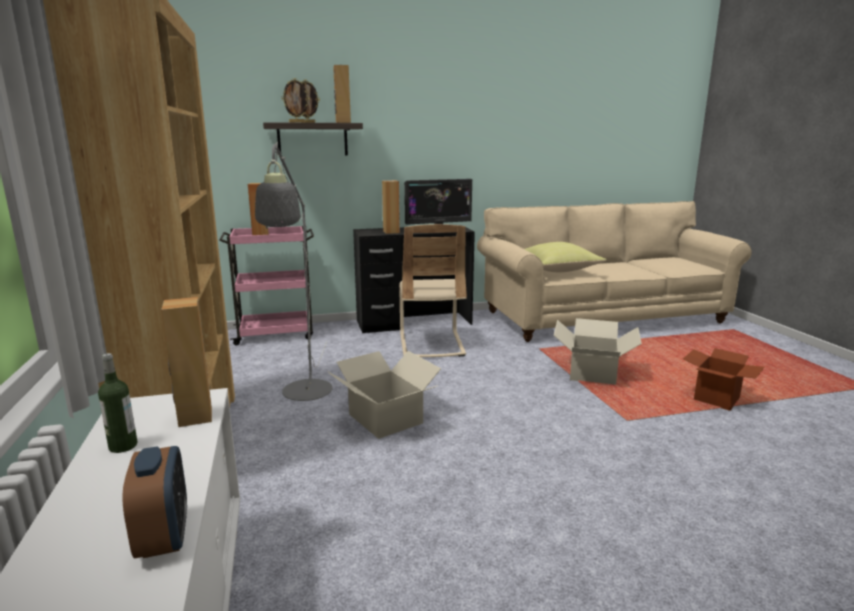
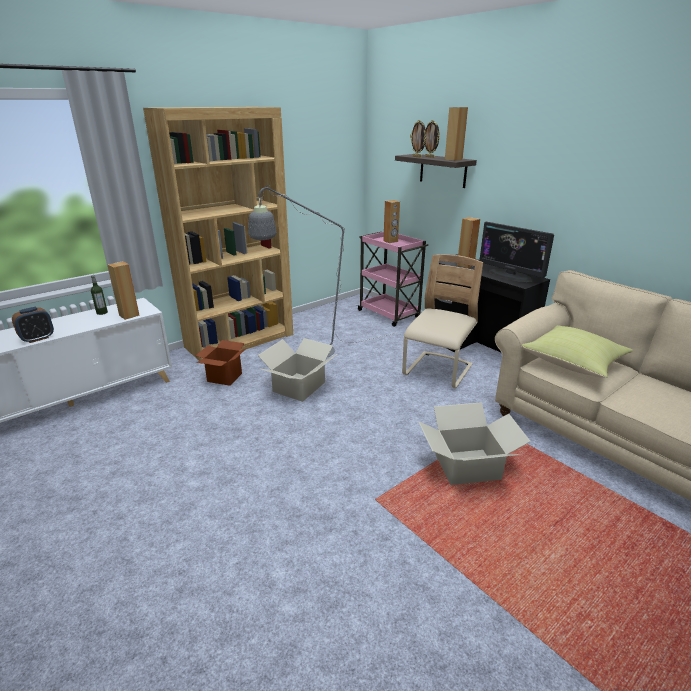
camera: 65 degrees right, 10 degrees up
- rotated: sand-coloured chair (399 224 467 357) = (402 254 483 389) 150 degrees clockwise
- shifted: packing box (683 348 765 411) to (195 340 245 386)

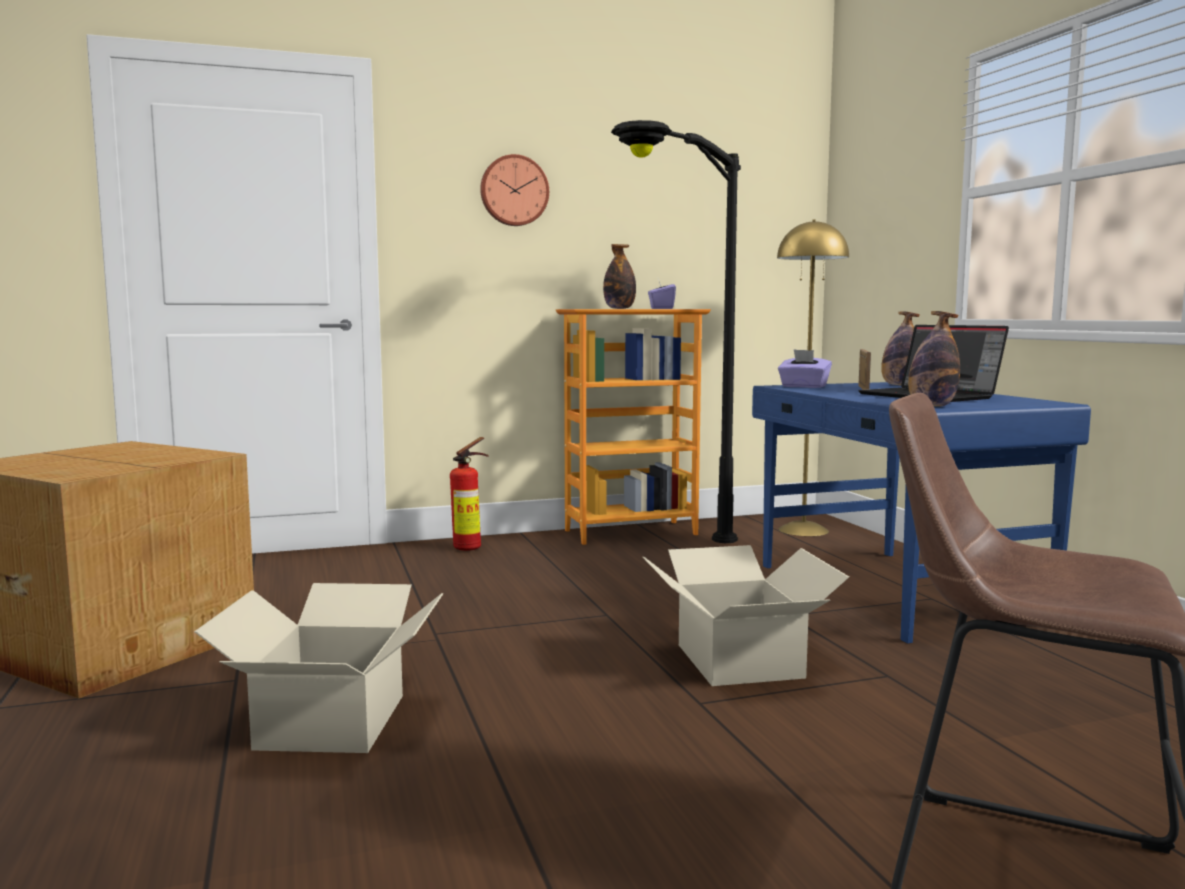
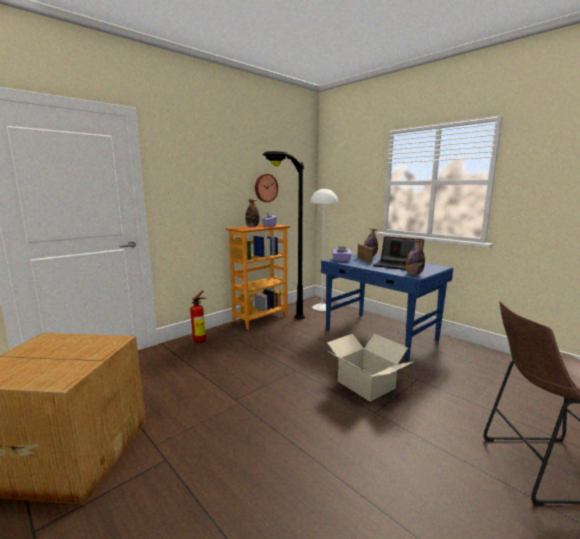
camera: 25 degrees left, 5 degrees up
- shifted: wall clock (480 154 549 226) to (255 174 278 202)
- repainted: yellow-coloured standing lamp (777 219 849 536) to white-coloured standing lamp (310 188 338 311)
- gone: packing box (194 583 444 753)

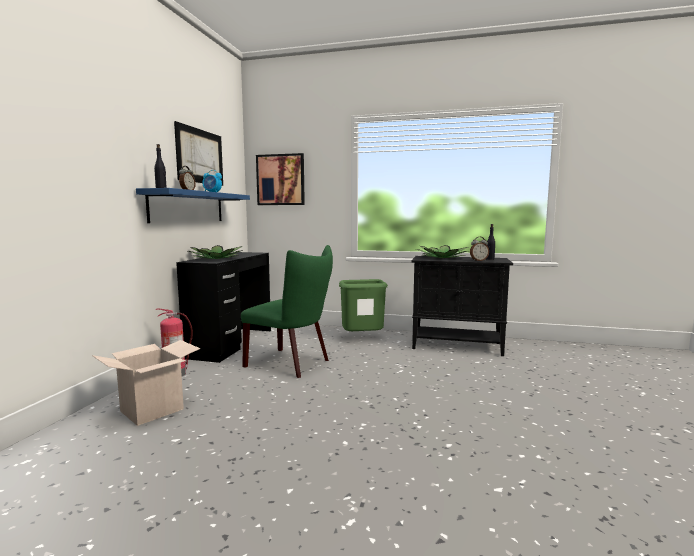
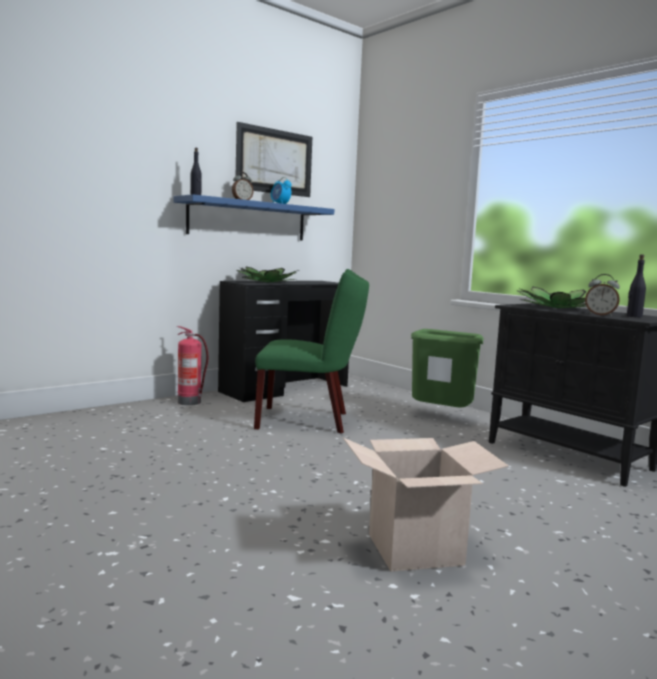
camera: 35 degrees right, 0 degrees up
- gone: wall picture (256 153 305 205)
- rotated: green-coloured chair (241 245 333 378) = (254 269 369 433) 60 degrees counterclockwise
- shifted: packing box (92 340 200 426) to (343 438 509 572)

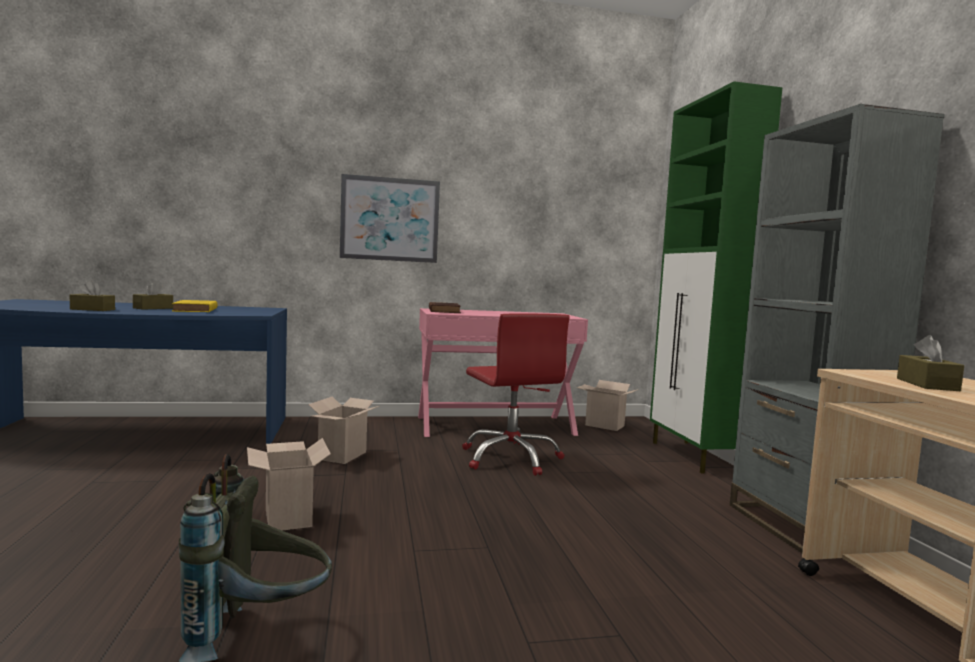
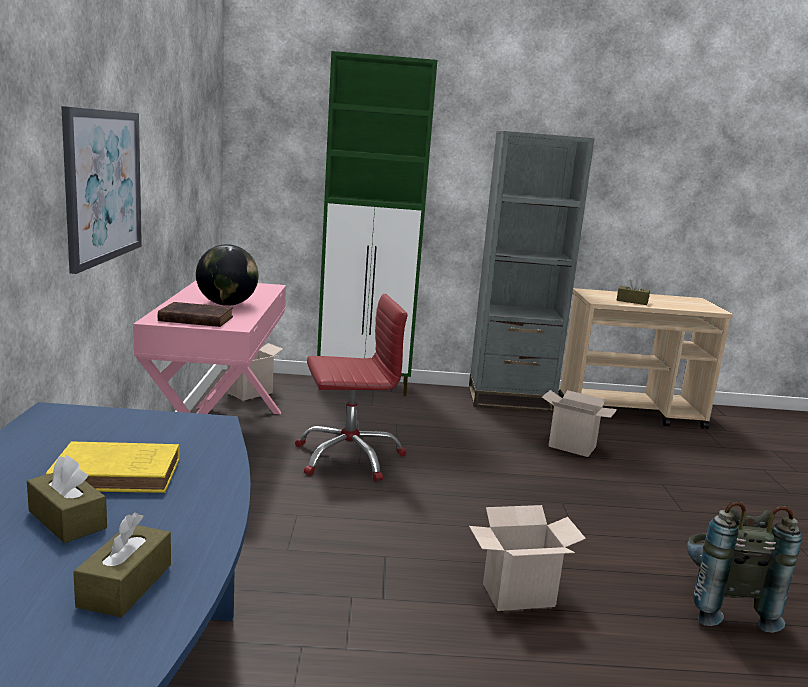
camera: 80 degrees left, 10 degrees up
- shifted: packing box (308 397 379 464) to (542 390 618 457)
- new: world globe (196 244 259 306)

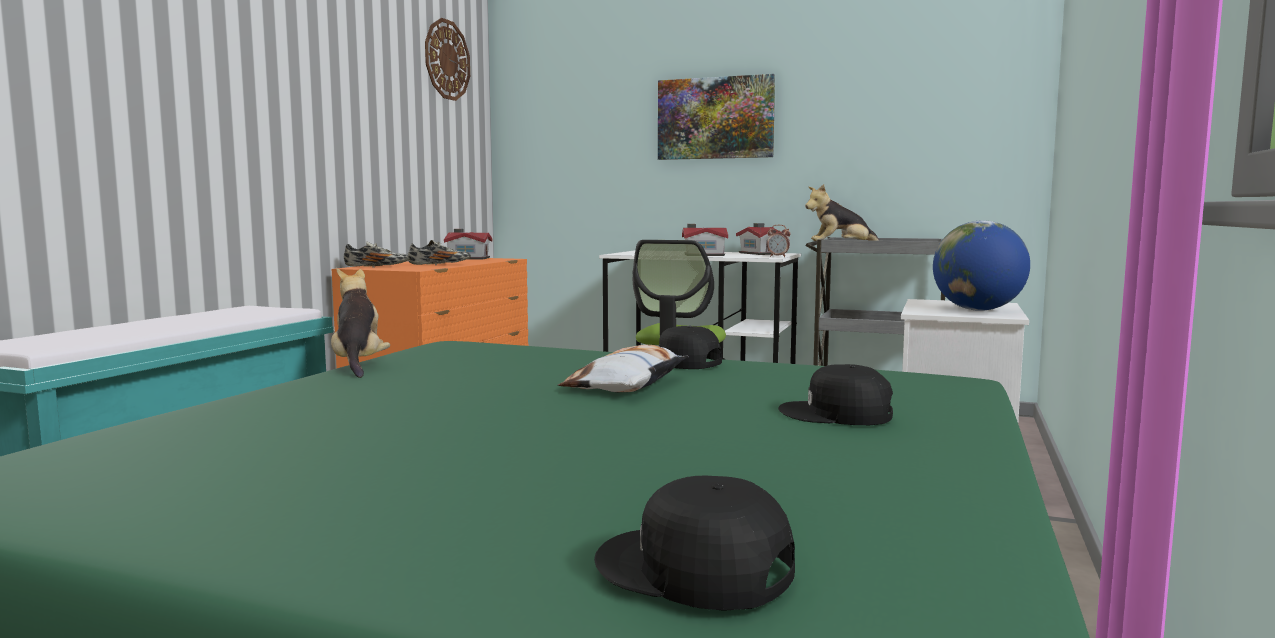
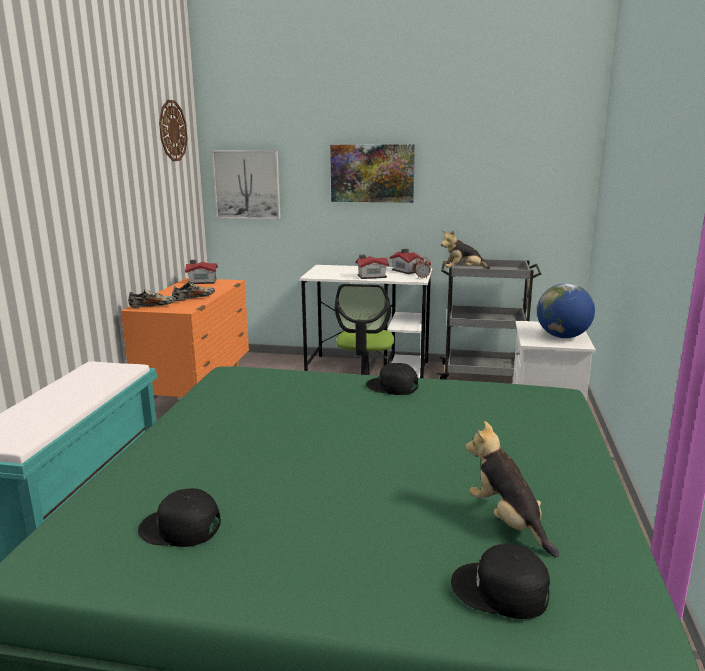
camera: 10 degrees left, 10 degrees up
- shifted: cuddly toy (331 268 390 378) to (466 421 559 557)
- gone: pillow (558 345 689 393)
- shifted: blackish cap (778 364 893 425) to (138 488 221 547)
- new: wall picture (211 150 281 220)

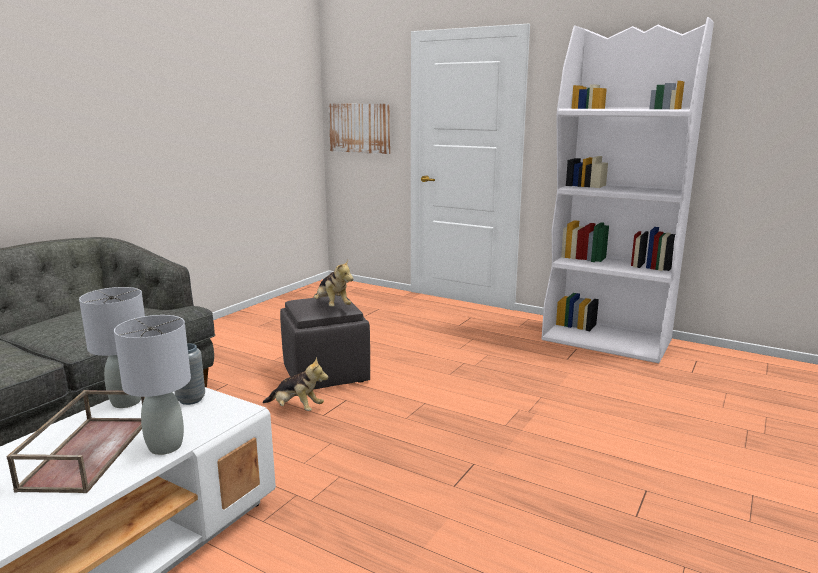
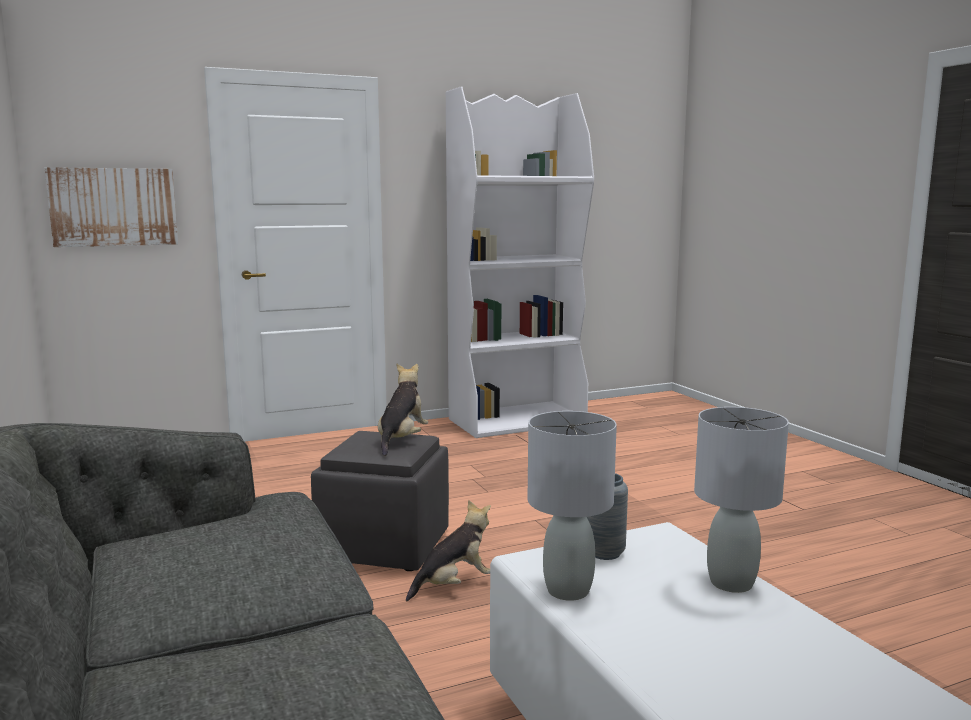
camera: 55 degrees left, 5 degrees down
- rotated: cuddly toy (314 260 354 307) = (378 364 428 456) 75 degrees counterclockwise
- gone: brown-coloured tray (6 390 145 493)

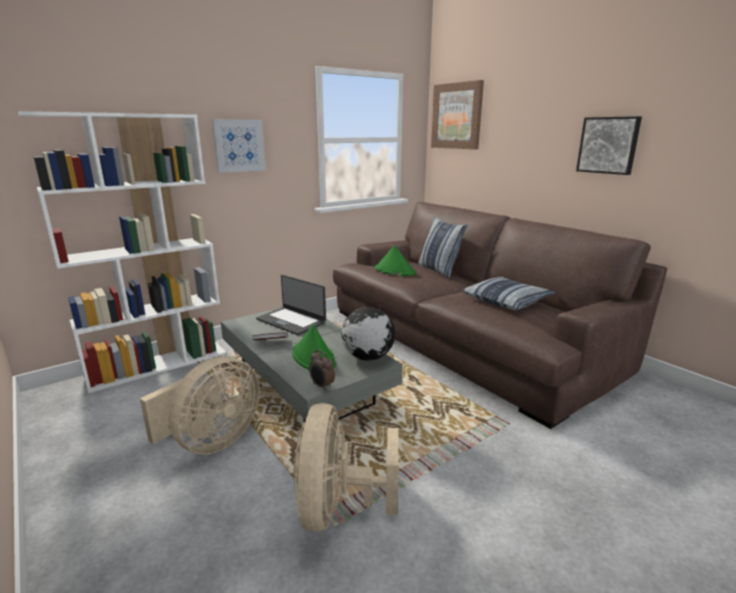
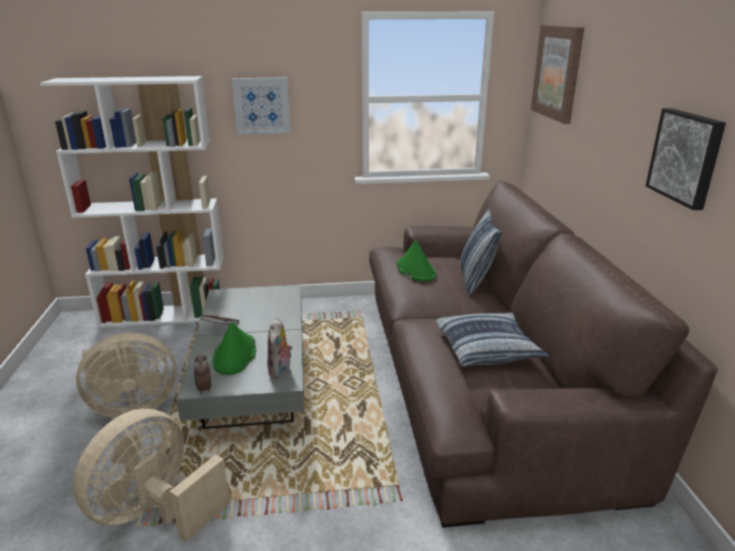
camera: 30 degrees right, 5 degrees up
- gone: portable computer (256 275 326 335)
- swapped: world globe (341 307 395 360) to cuddly toy (267 318 293 378)

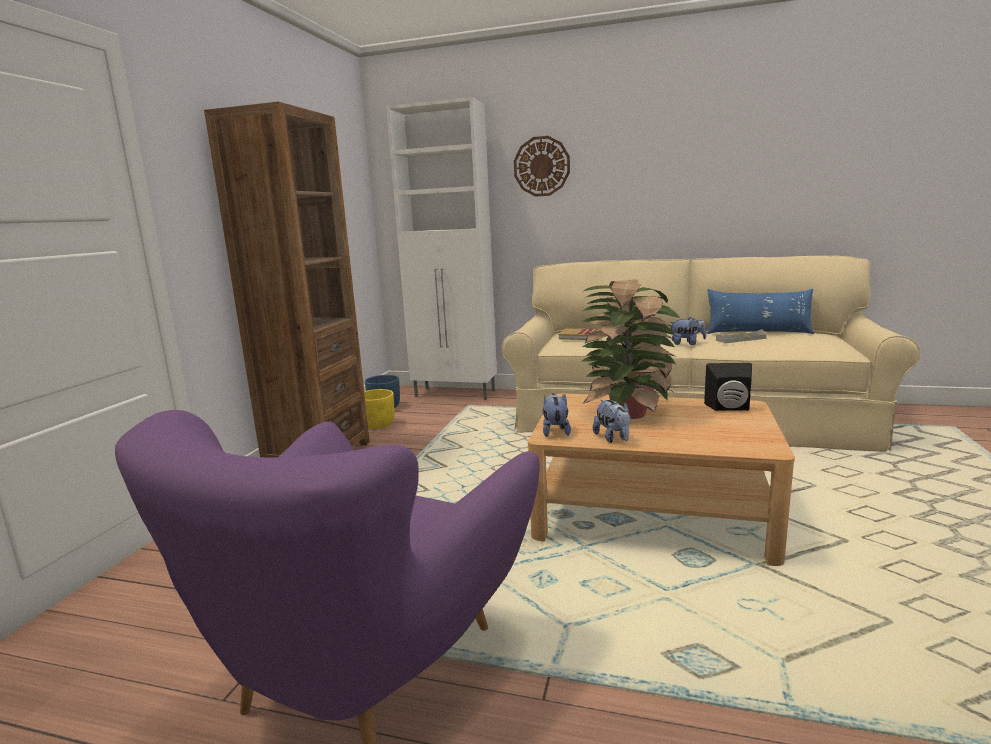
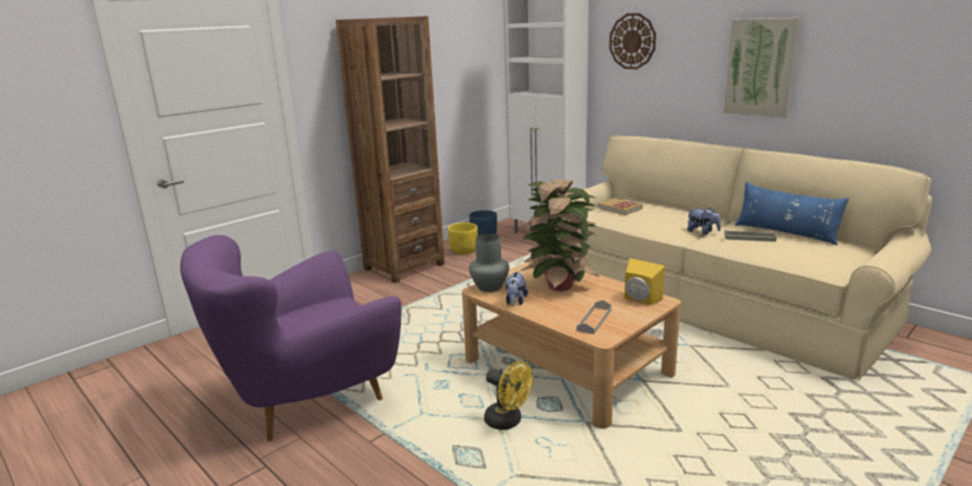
camera: 30 degrees right, 5 degrees up
- repainted: blackish loudspeaker (704 363 752 411) to yellow-coloured loudspeaker (625 258 665 305)
- swapped: cuddly toy (543 393 571 437) to greyish decorative vase (469 234 509 292)
- new: wall picture (724 18 800 118)
- new: greyish tray (577 300 612 334)
- new: yellow-coloured fan (484 361 533 430)

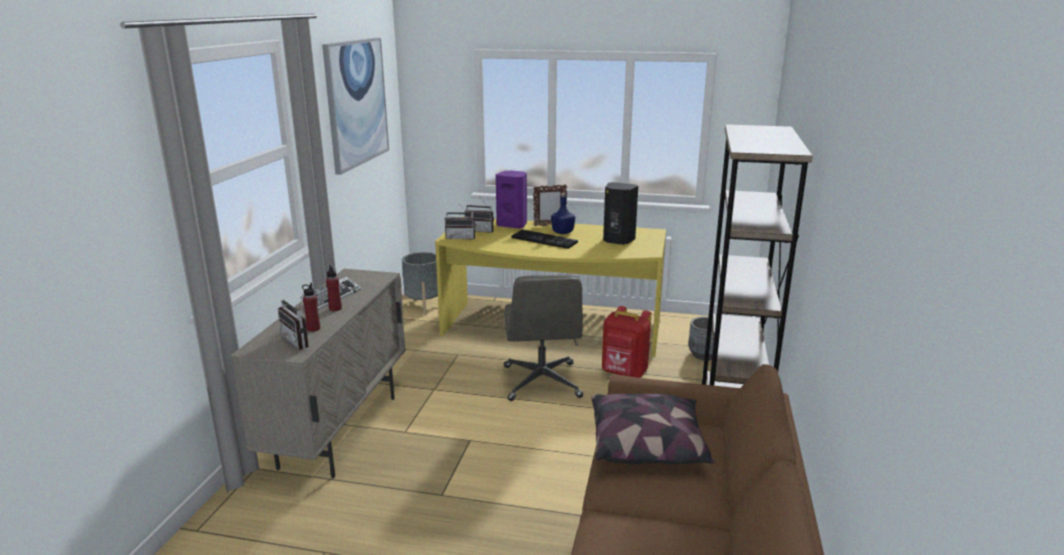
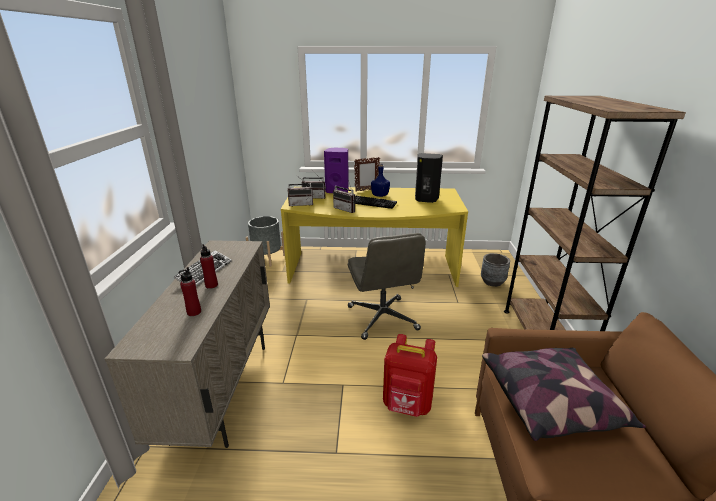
camera: 10 degrees left, 5 degrees up
- gone: wall picture (322 38 389 175)
- shifted: radio set (278 290 309 350) to (333 179 355 213)
- shifted: reddish rucksack (602 306 651 378) to (383 334 437 417)

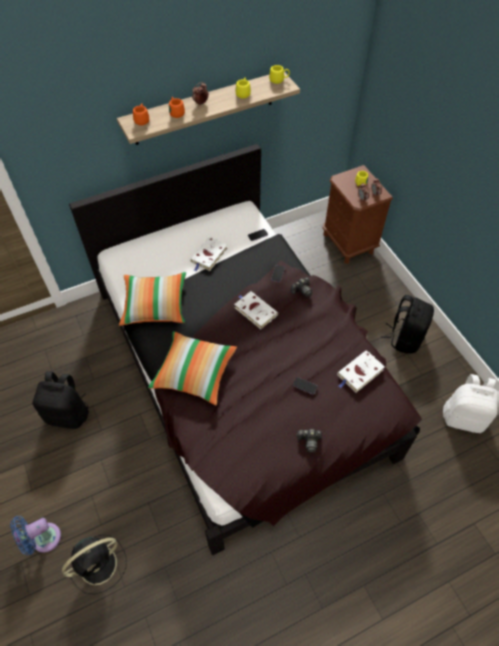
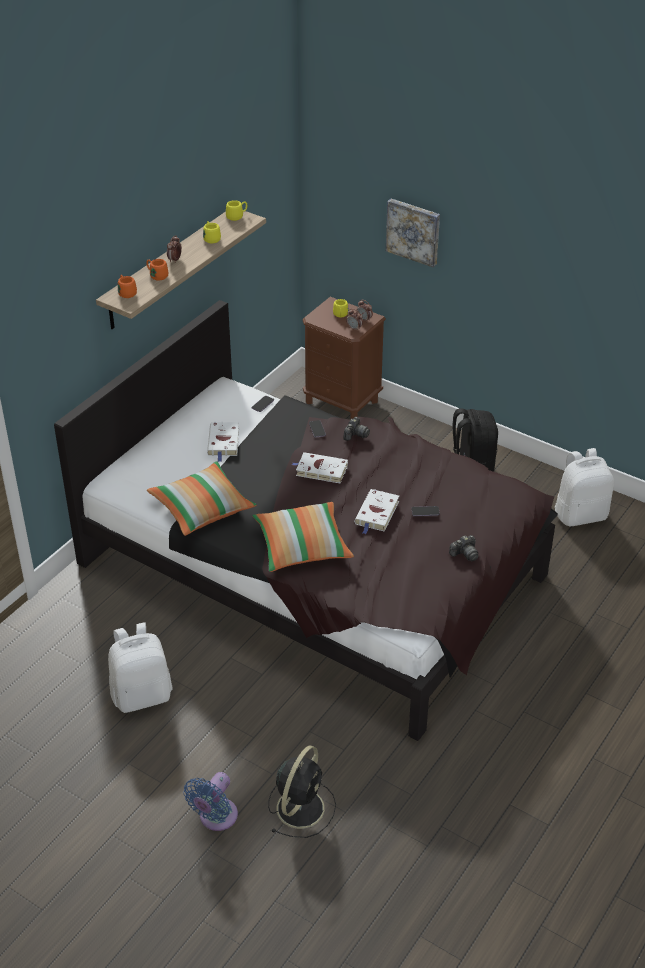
camera: 30 degrees left, 15 degrees down
- shifted: white-coloured bound book (337 350 385 392) to (354 489 399 534)
- repainted: blackish rucksack (32 371 89 429) to white-coloured rucksack (108 622 173 713)
- new: wall picture (386 199 440 267)

